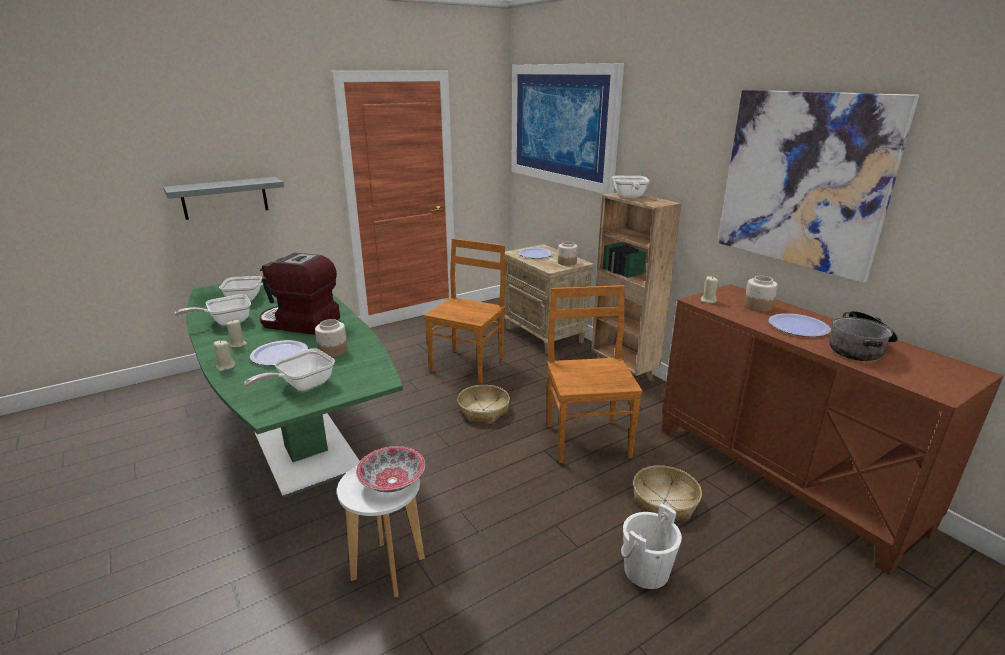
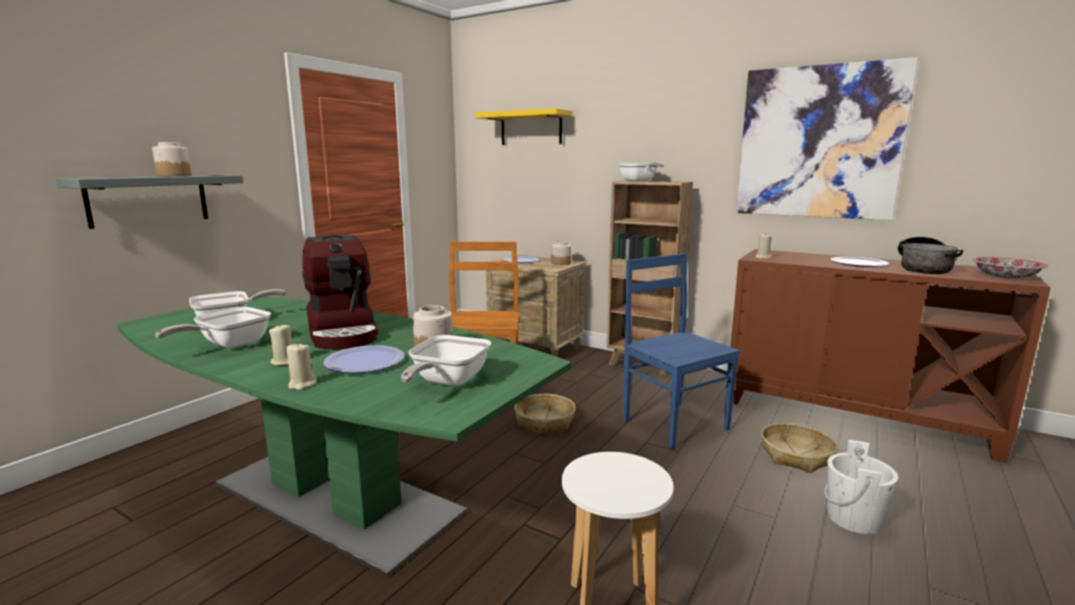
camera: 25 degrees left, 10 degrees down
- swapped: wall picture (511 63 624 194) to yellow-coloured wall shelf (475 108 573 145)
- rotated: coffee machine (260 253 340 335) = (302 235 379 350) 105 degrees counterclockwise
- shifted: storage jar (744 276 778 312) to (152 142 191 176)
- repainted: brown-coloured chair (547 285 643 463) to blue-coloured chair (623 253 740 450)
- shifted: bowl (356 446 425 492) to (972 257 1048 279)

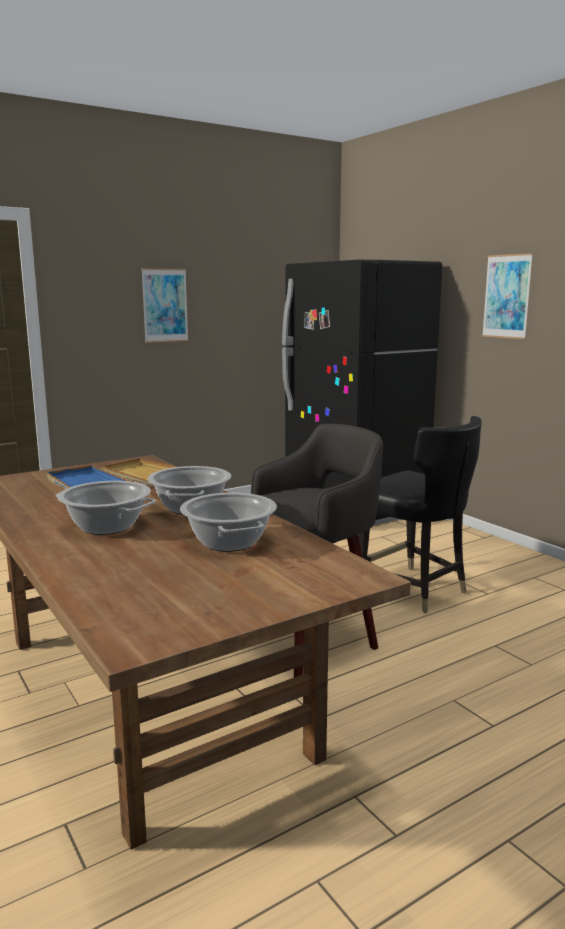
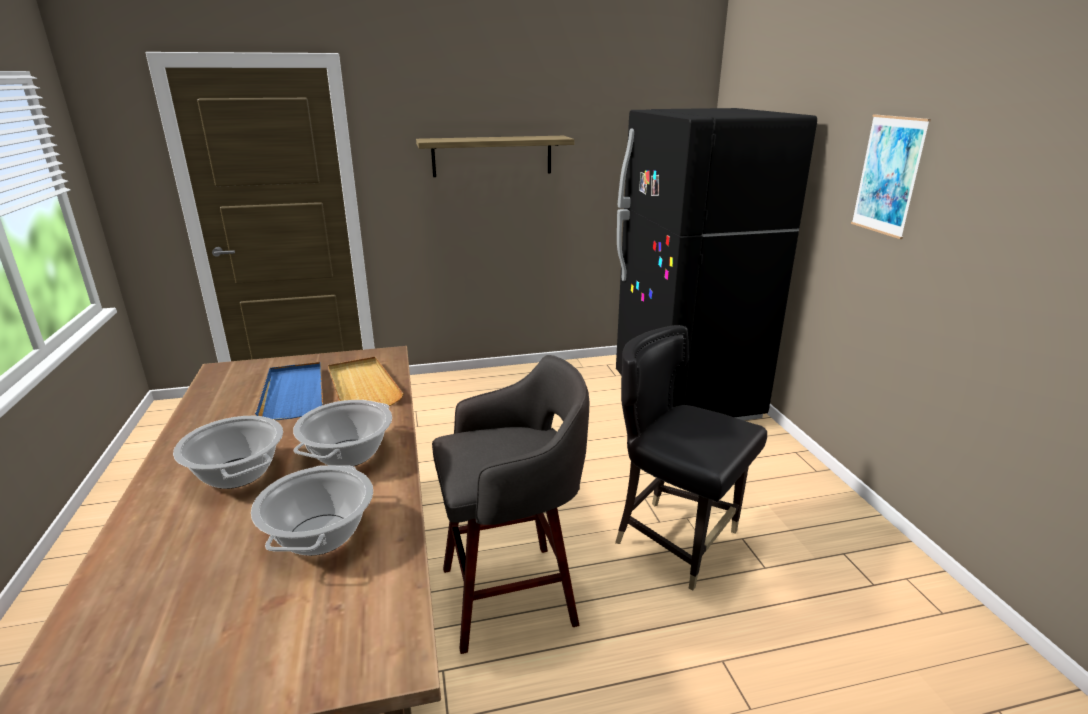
camera: 20 degrees right, 10 degrees up
- swapped: wall picture (141 268 188 343) to wall shelf (416 136 574 177)
- rotated: blackish chair (359 416 482 613) = (615 325 767 590) 150 degrees clockwise

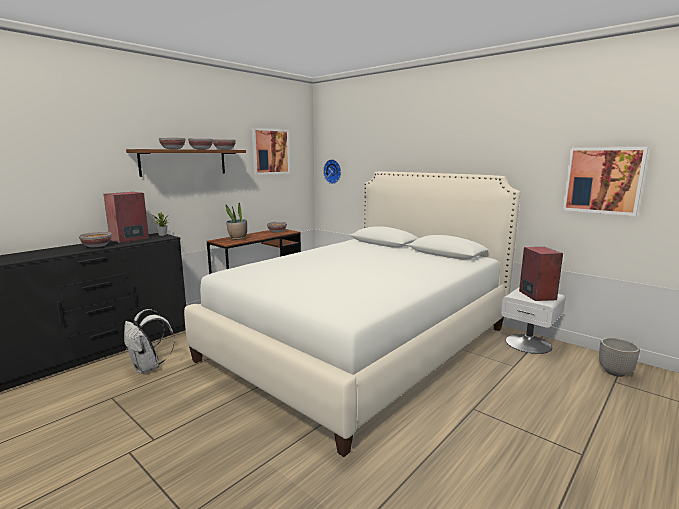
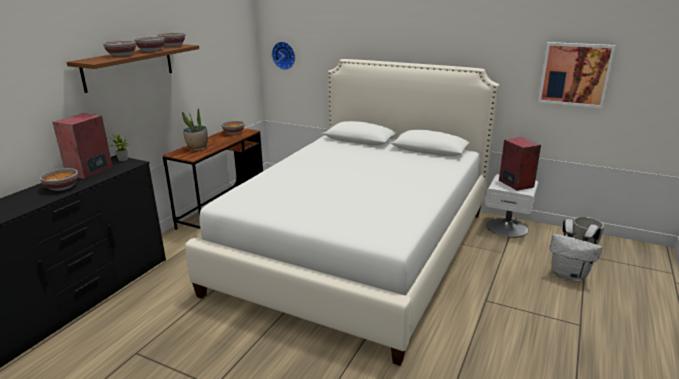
camera: 15 degrees left, 10 degrees up
- gone: wall picture (252 128 290 175)
- shifted: white-coloured rucksack (124 309 175 374) to (550 219 602 282)

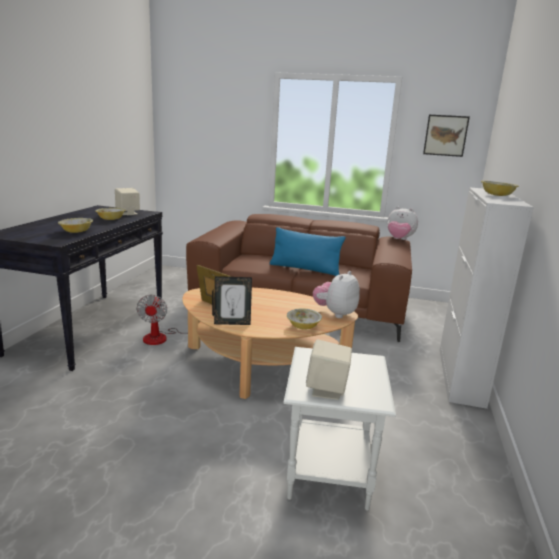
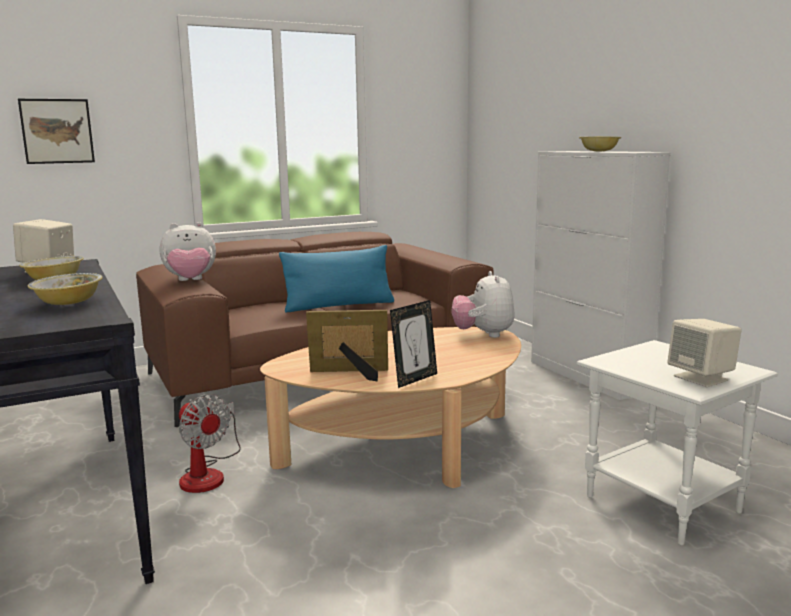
camera: 40 degrees left, 5 degrees down
- shifted: wall picture (423 115 470 157) to (18 99 95 164)
- shifted: cuddly toy (387 207 418 240) to (160 222 216 281)
- gone: bowl (287 308 322 330)

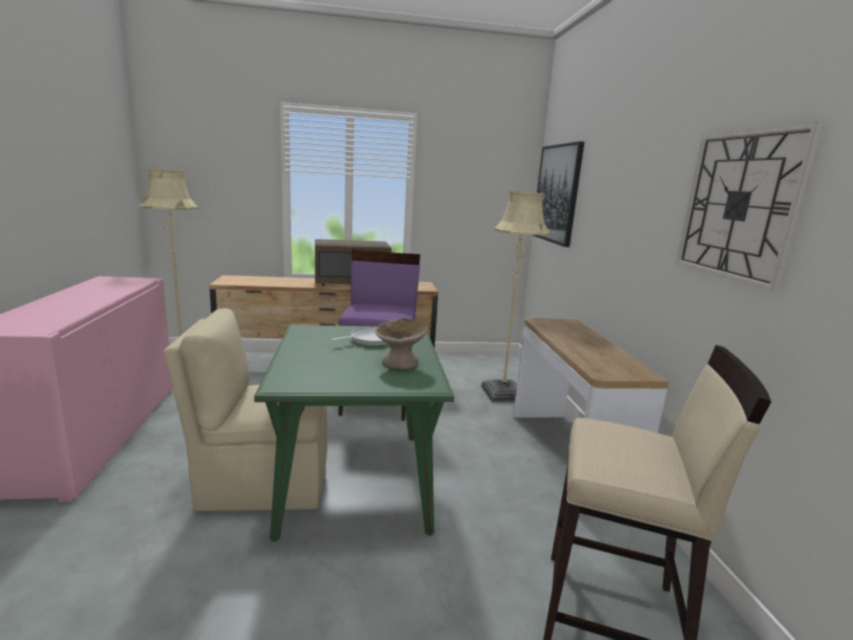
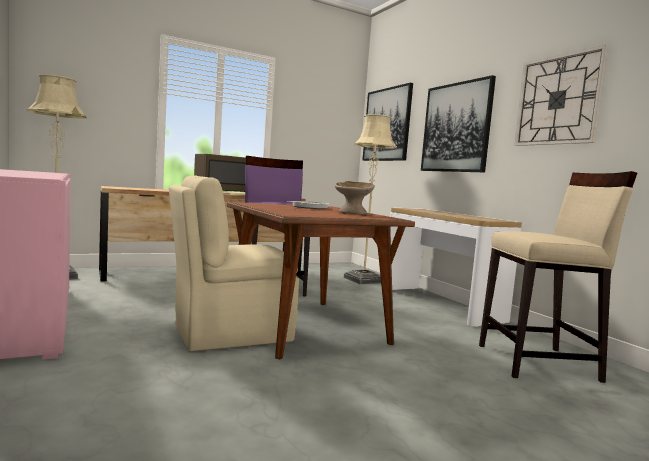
camera: 20 degrees left, 10 degrees down
- repainted: green-coloured kitchen table (254 325 454 542) to brown-coloured kitchen table (227 202 415 359)
- new: wall picture (421 75 496 172)

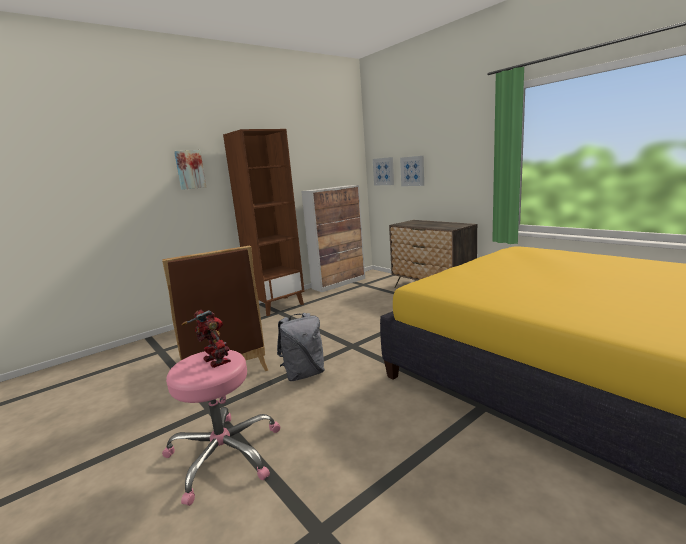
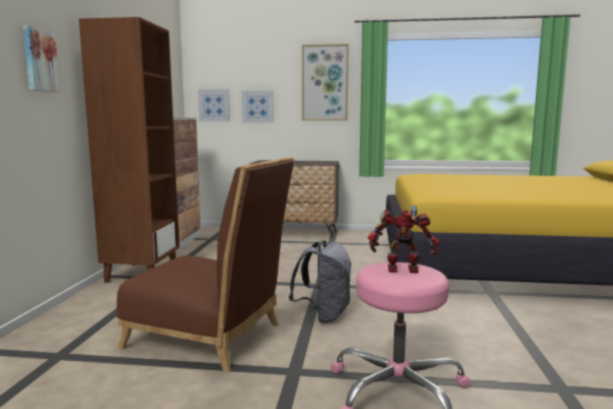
camera: 45 degrees left, 5 degrees down
- new: wall picture (302 44 349 120)

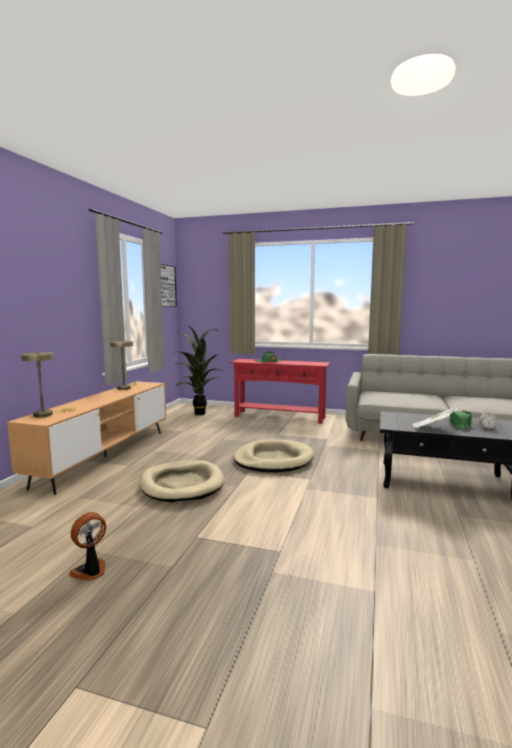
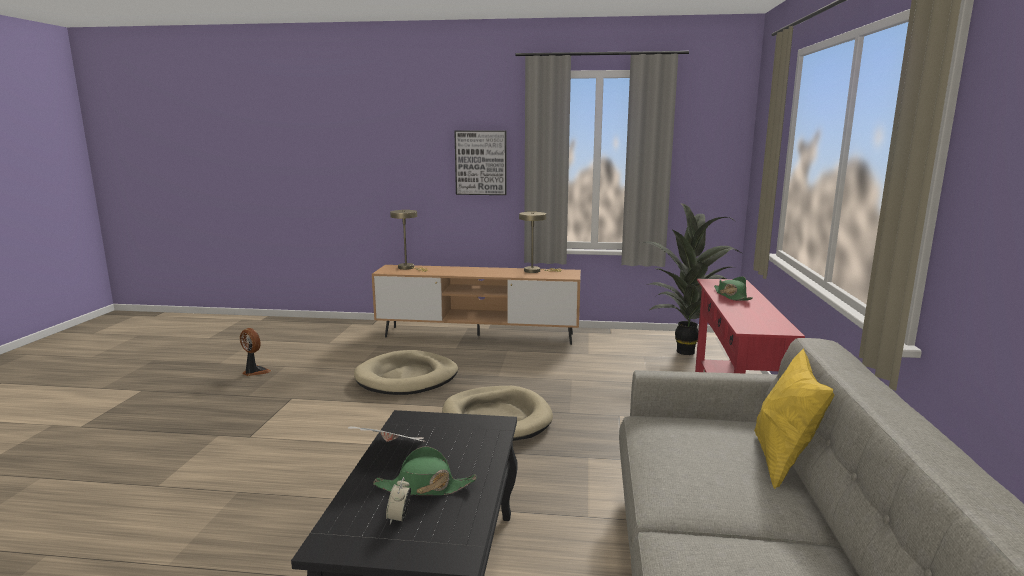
camera: 80 degrees right, 5 degrees up
- shifted: wall picture (161 264 177 307) to (454 131 507 195)
- new: yellow-coloured pillow (754 348 834 489)

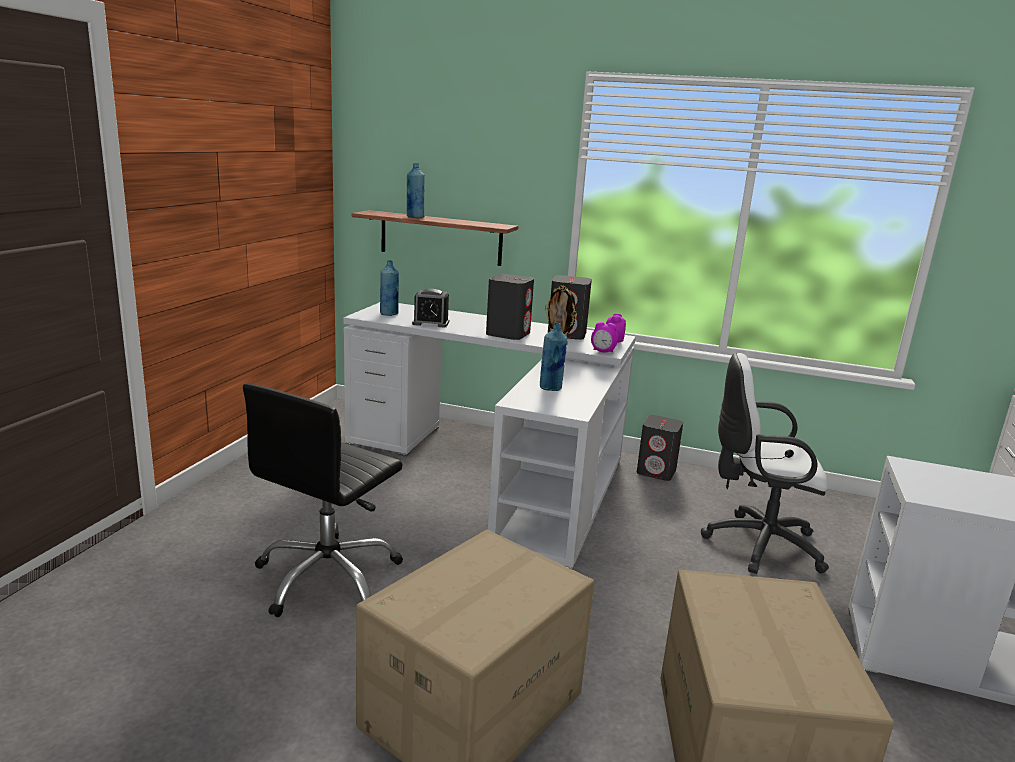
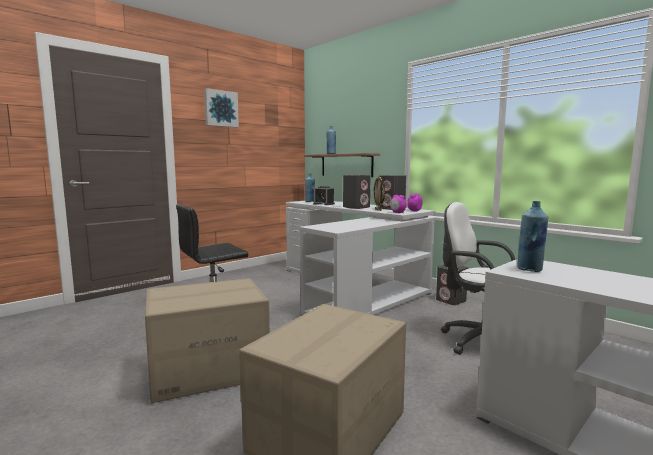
camera: 30 degrees right, 10 degrees down
- shifted: blue-coloured bottle (540 323 567 391) to (517 201 548 272)
- new: wall picture (204 88 239 128)

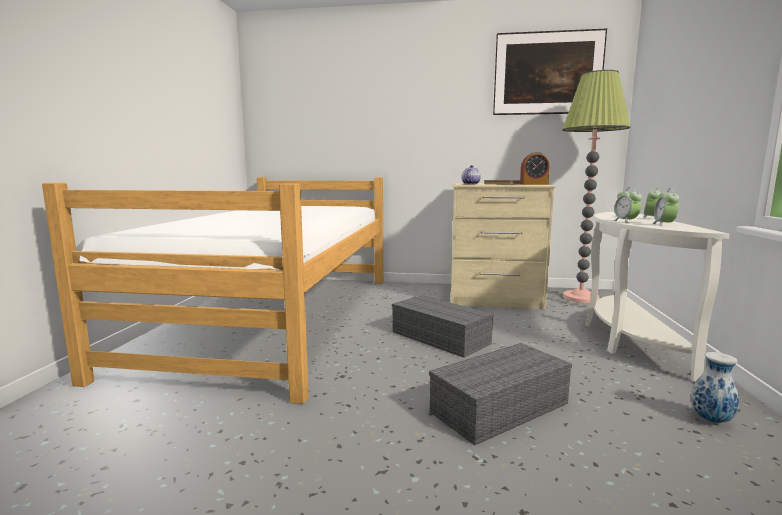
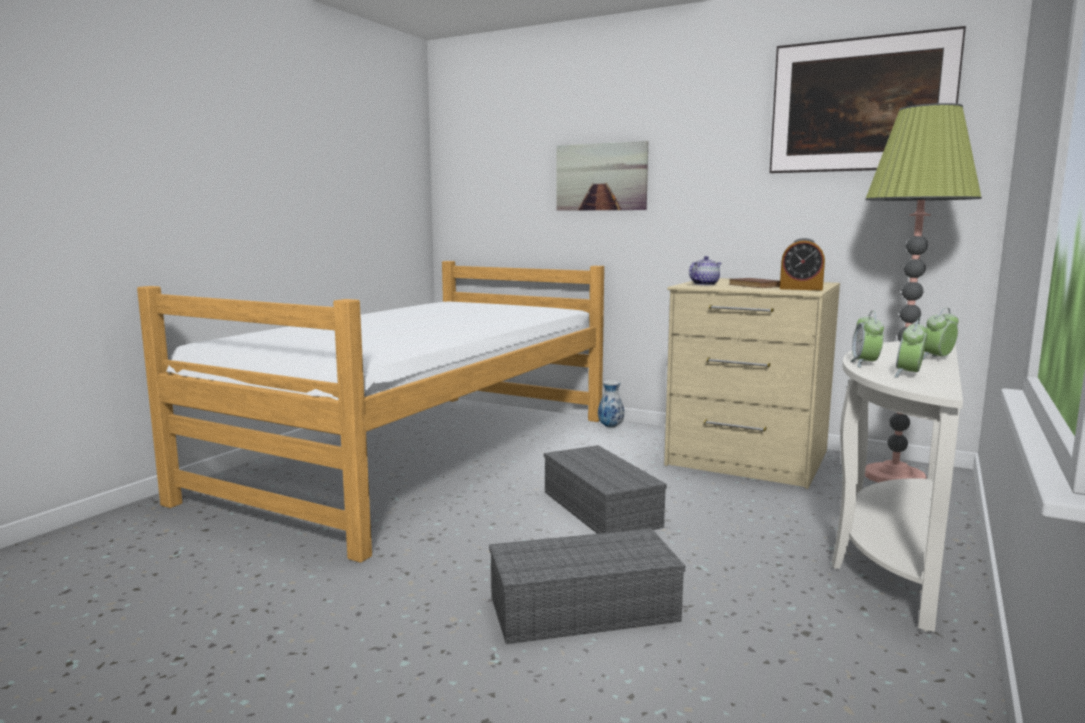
camera: 20 degrees right, 0 degrees up
- shifted: decorative vase (690 352 739 424) to (598 380 624 428)
- new: wall picture (556 141 648 211)

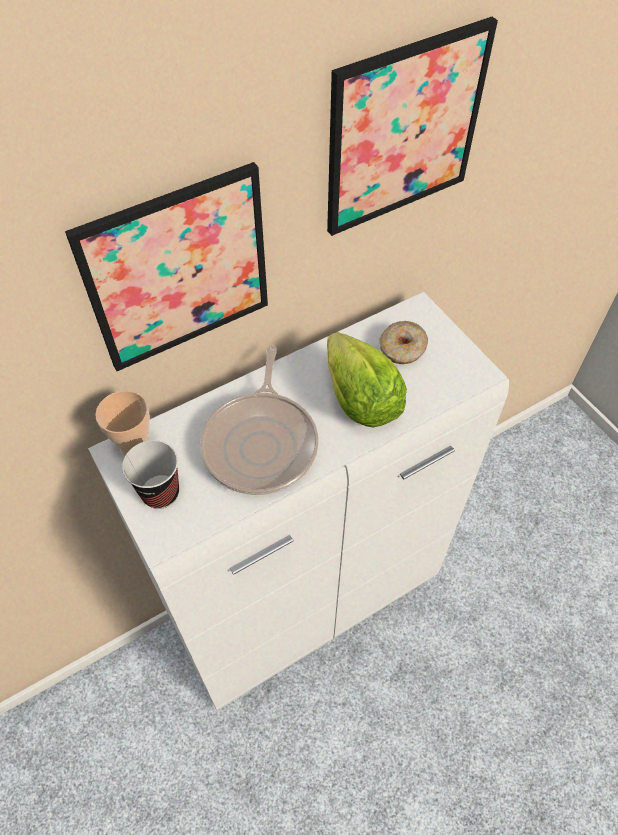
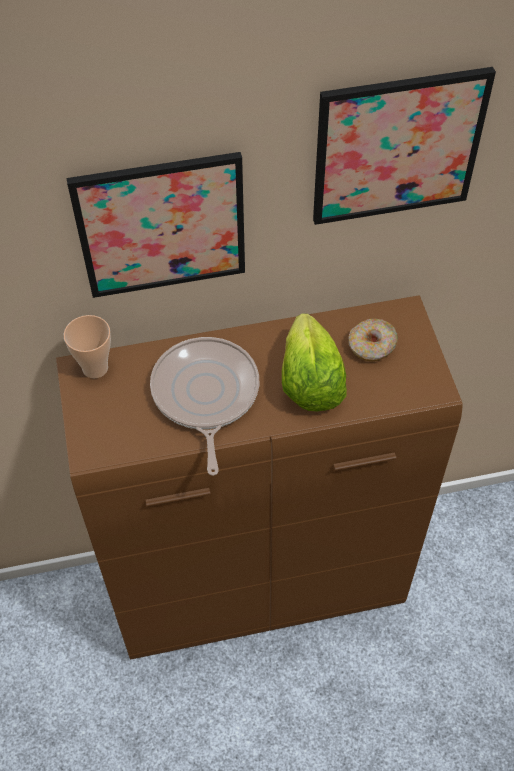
camera: 20 degrees right, 0 degrees up
- repainted: white-coloured cabinet (88 292 509 710) to brown-coloured cabinet (56 295 463 659)
- rotated: pan (200 345 318 495) = (150 337 259 476) 150 degrees clockwise
- gone: small cup (122 440 179 509)

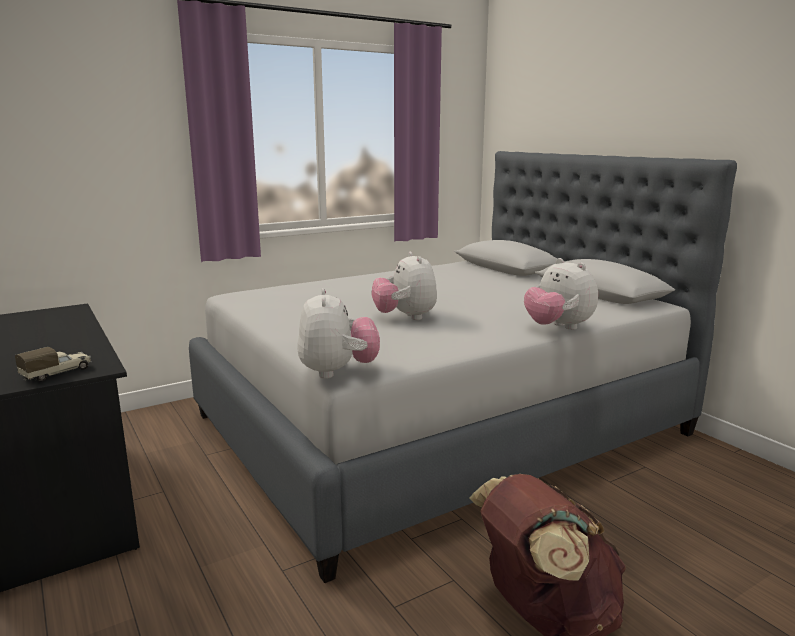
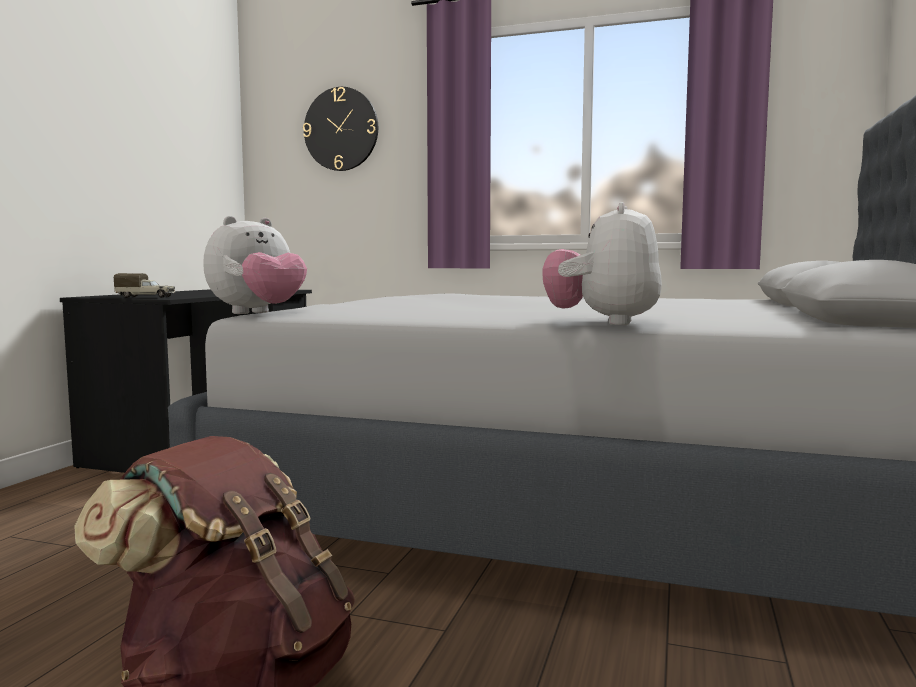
camera: 50 degrees right, 10 degrees down
- gone: cuddly toy (371 252 437 320)
- new: wall clock (303 87 378 171)

